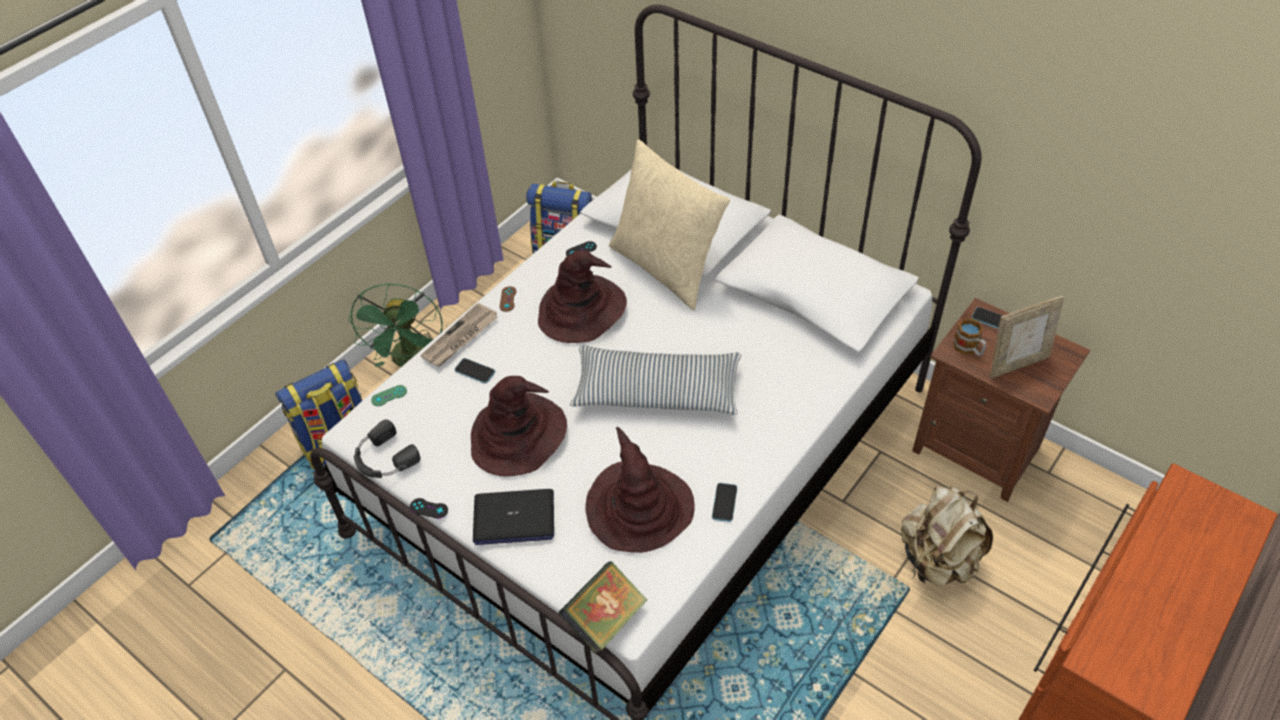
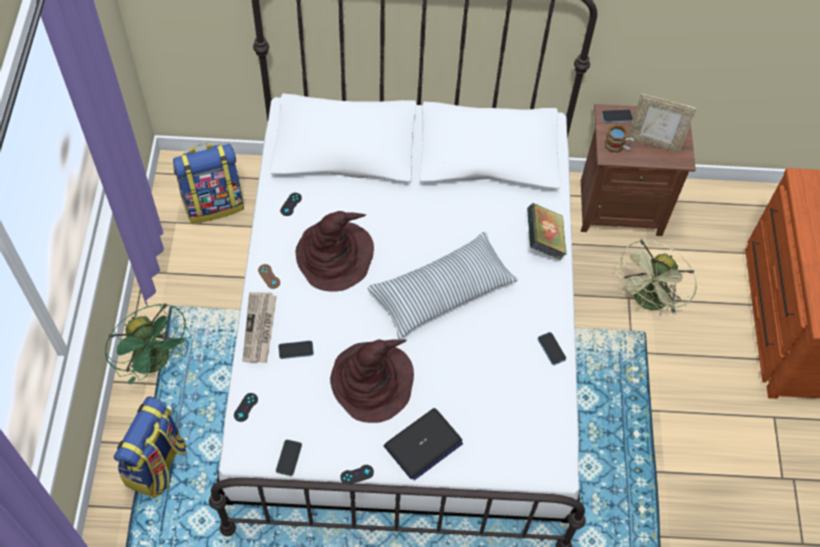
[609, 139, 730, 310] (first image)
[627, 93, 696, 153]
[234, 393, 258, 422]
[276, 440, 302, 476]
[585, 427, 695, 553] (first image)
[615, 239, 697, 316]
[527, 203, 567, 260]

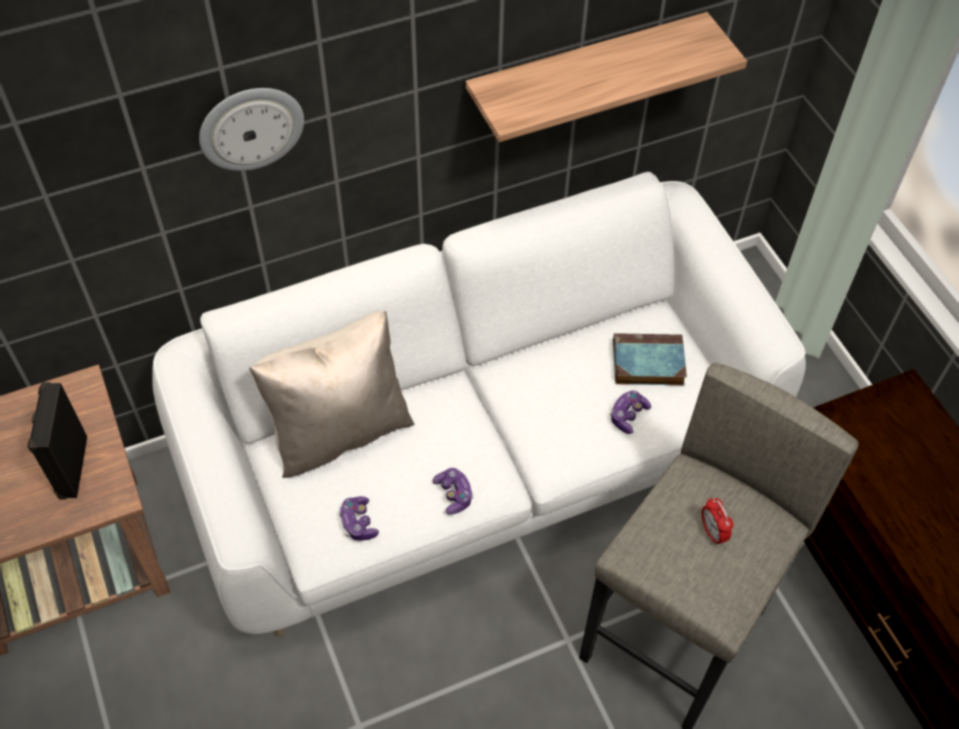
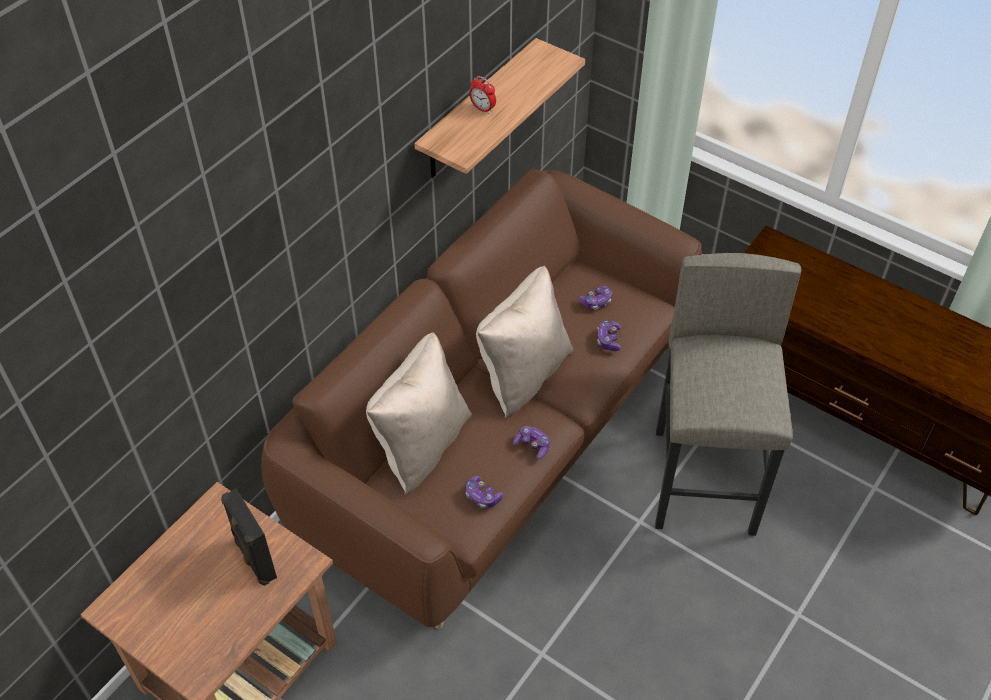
[199, 88, 304, 171] (first image)
[261, 168, 702, 629]
[579, 285, 613, 310]
[469, 76, 496, 114]
[476, 265, 573, 418]

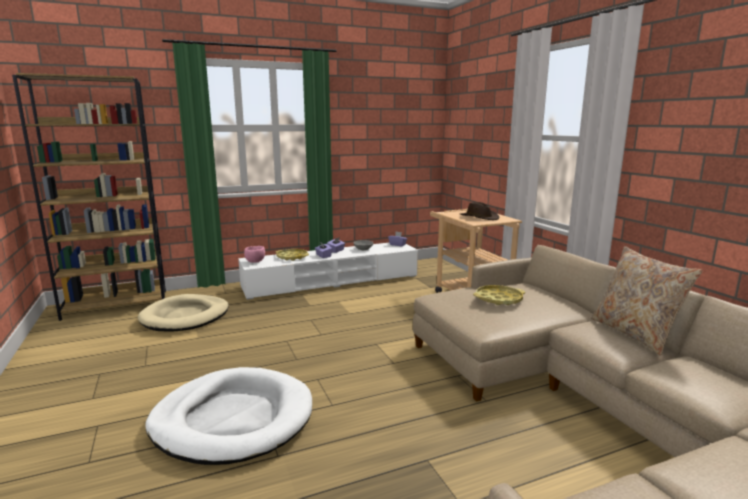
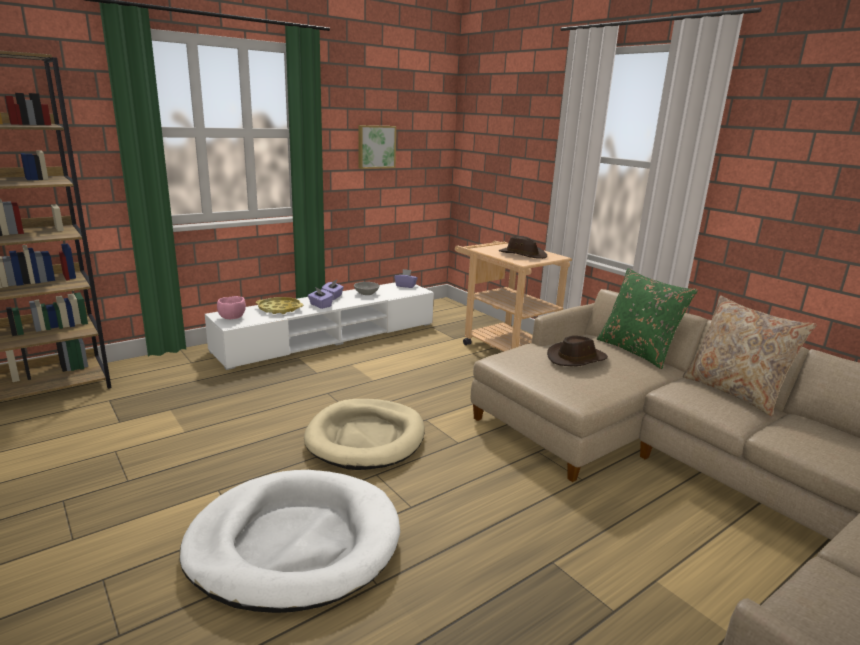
[547, 336, 608, 366]
[304, 399, 425, 470]
[359, 125, 396, 169]
[597, 268, 698, 369]

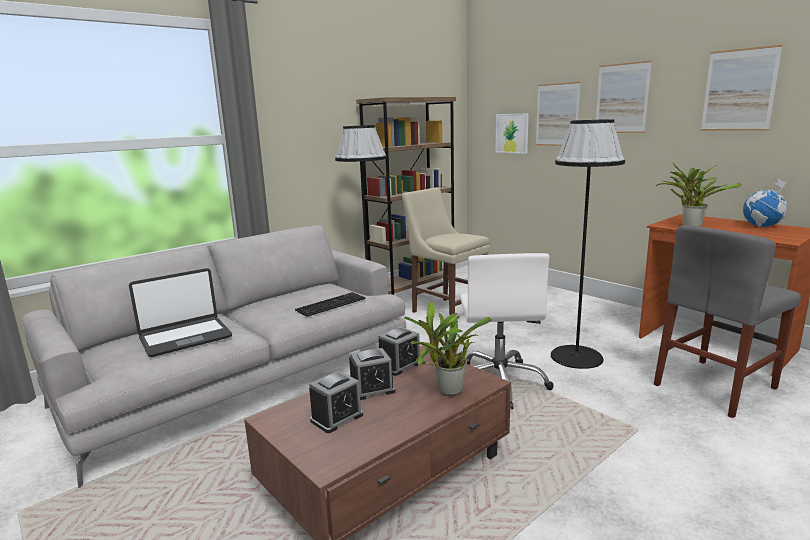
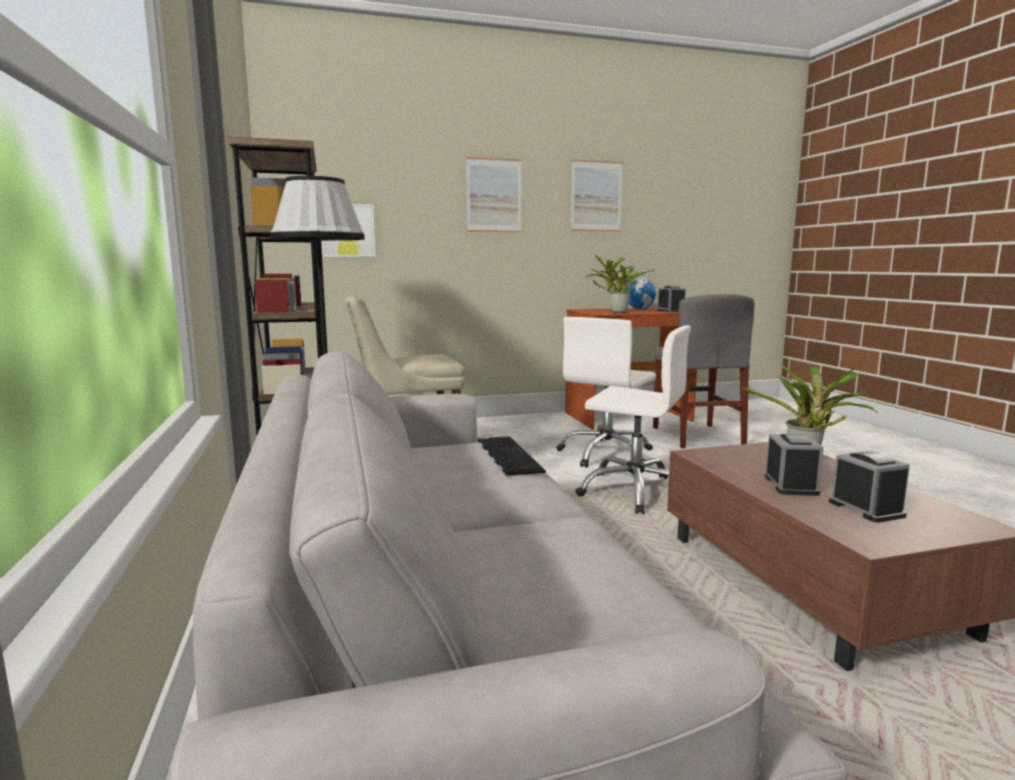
[536, 82, 581, 146] (first image)
[556, 317, 656, 468]
[129, 268, 232, 357] (first image)
[657, 286, 686, 312]

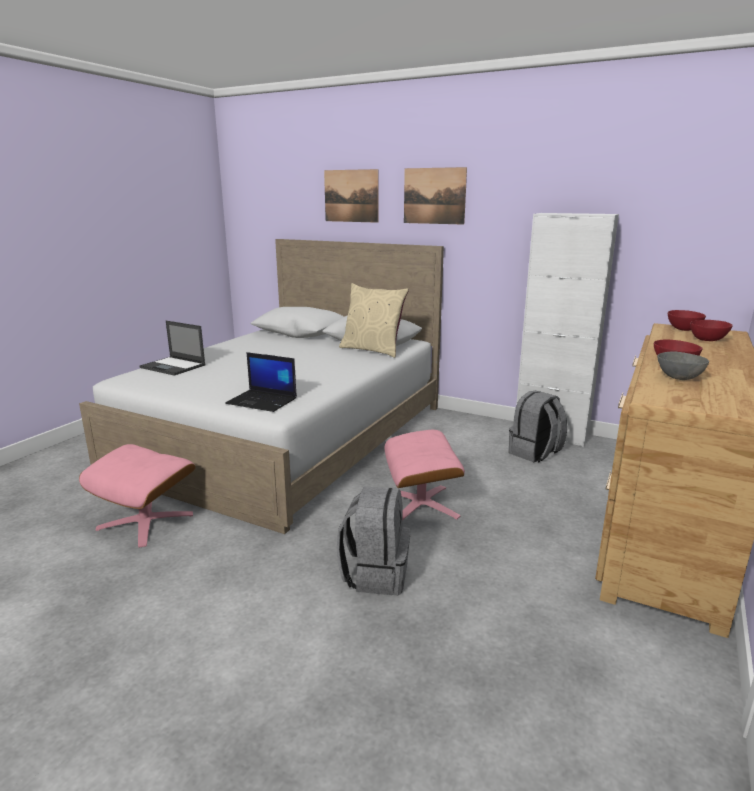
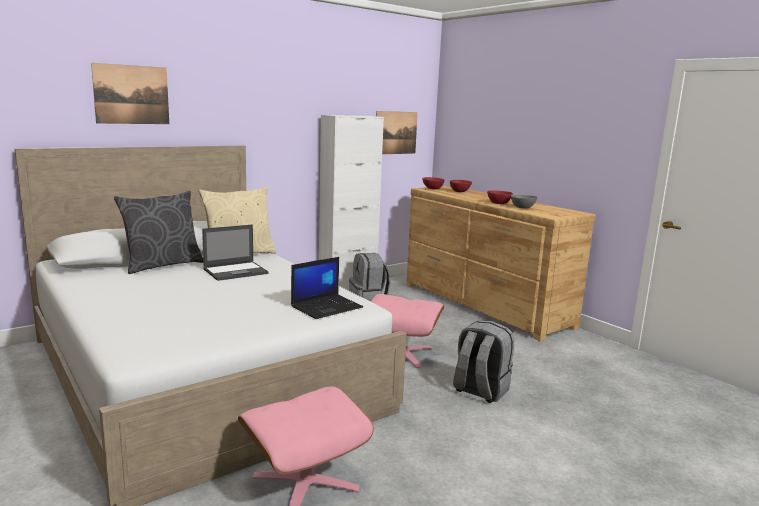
[376, 111, 418, 154]
[202, 224, 269, 281]
[114, 191, 203, 274]

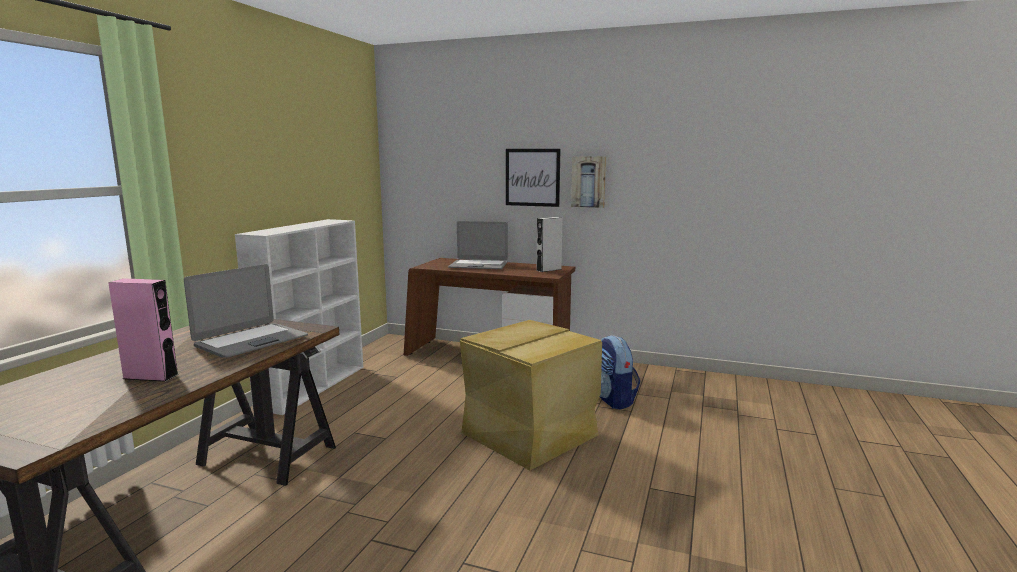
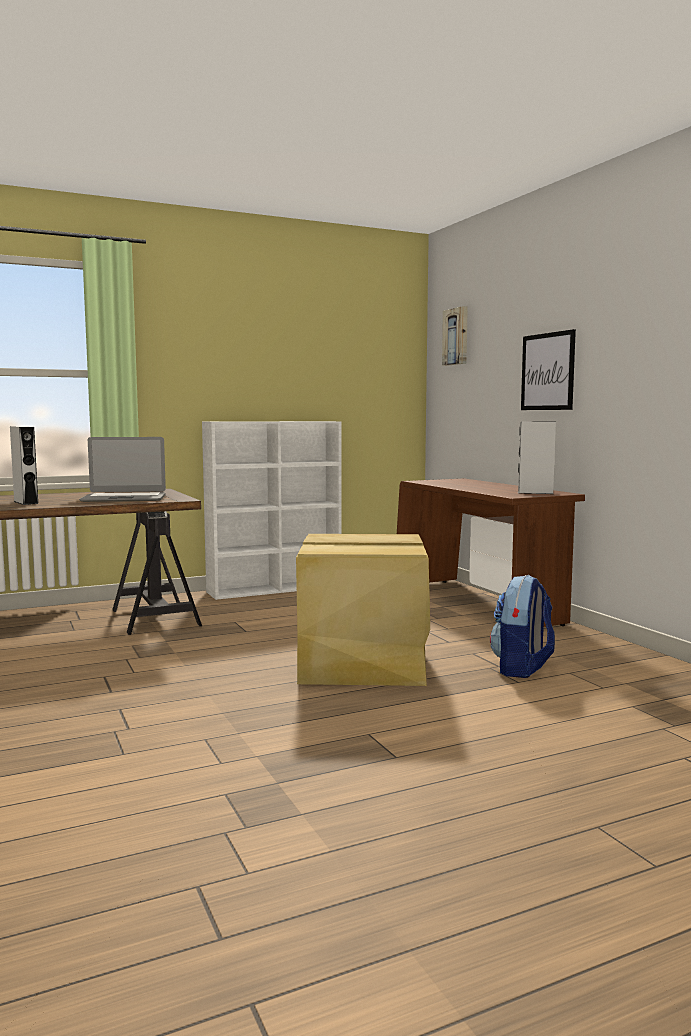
[442, 306, 468, 366]
[448, 221, 508, 269] (first image)
[10, 426, 38, 505]

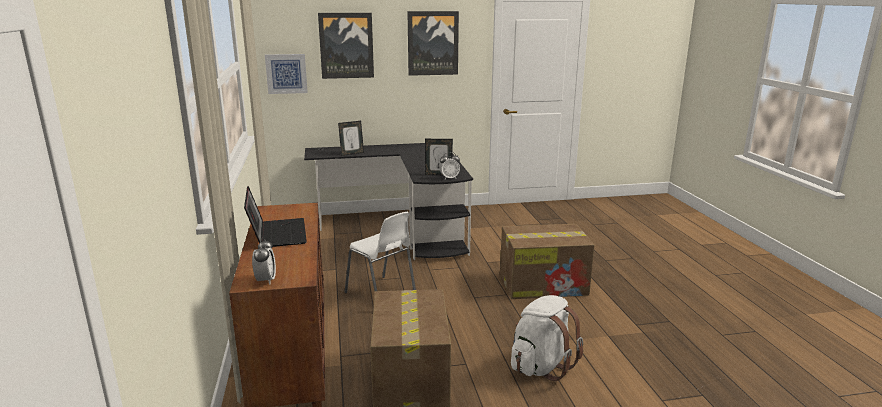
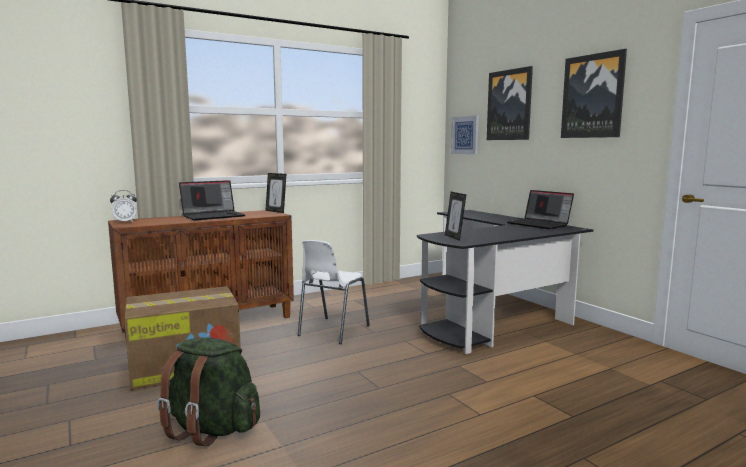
[265, 173, 286, 213]
[439, 152, 460, 179] (first image)
[500, 224, 595, 299] (first image)
[157, 337, 260, 447]
[507, 190, 574, 229]

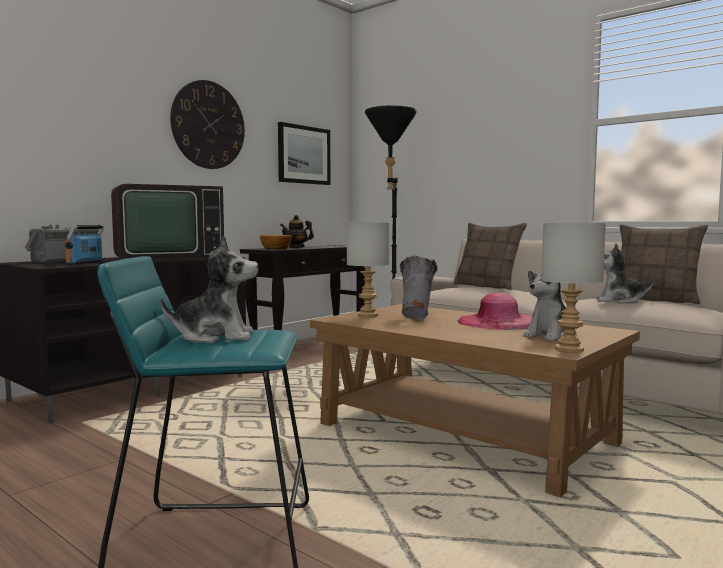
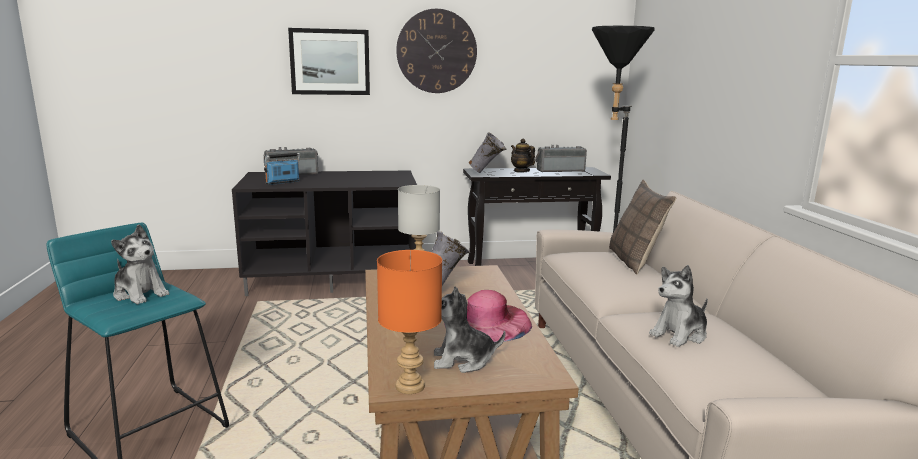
[288, 28, 370, 95]
[111, 184, 224, 260] (first image)
[377, 250, 442, 394]
[620, 224, 708, 304] (first image)
[469, 132, 506, 173]
[649, 265, 708, 347]
[535, 145, 587, 172]

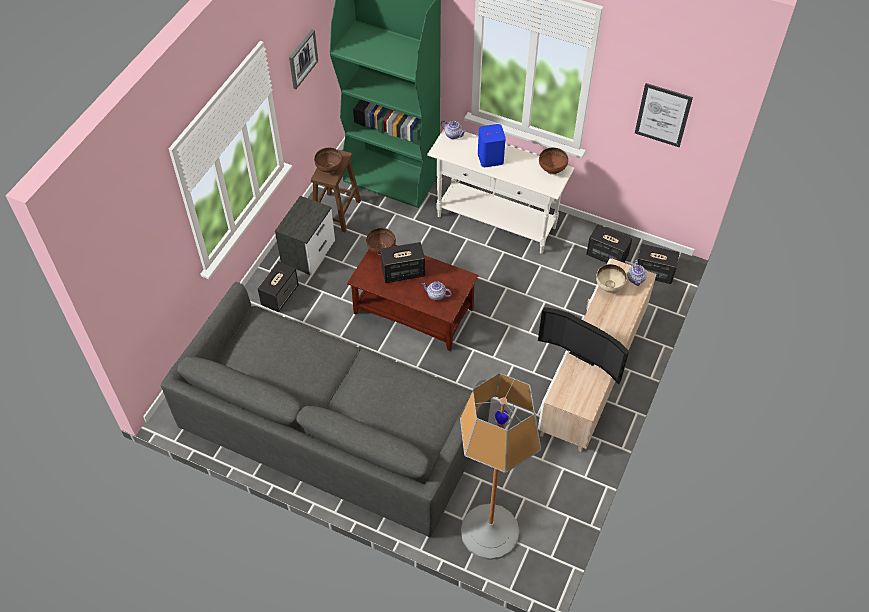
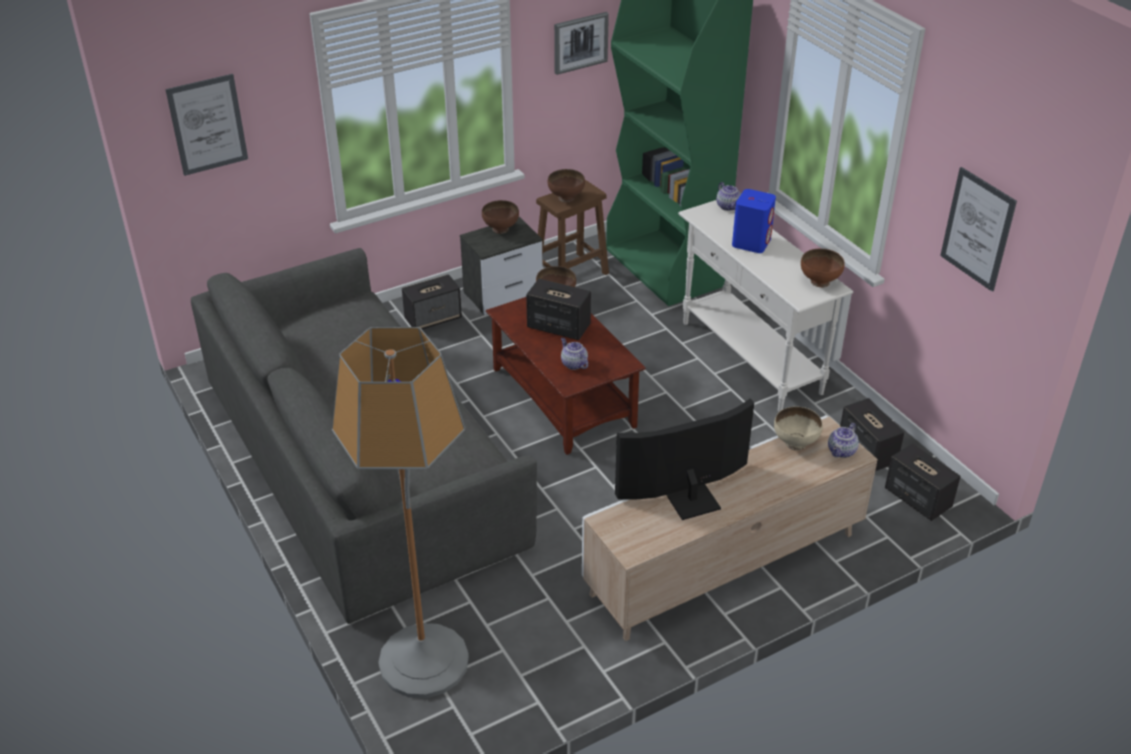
[615, 398, 754, 520]
[165, 74, 248, 176]
[482, 200, 519, 234]

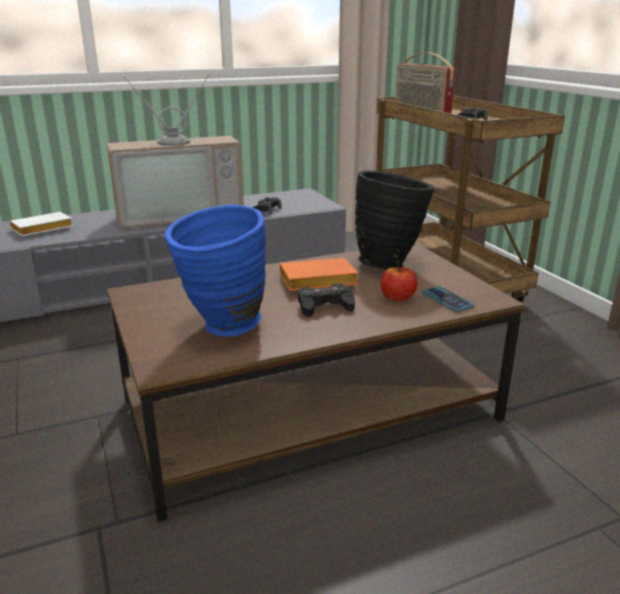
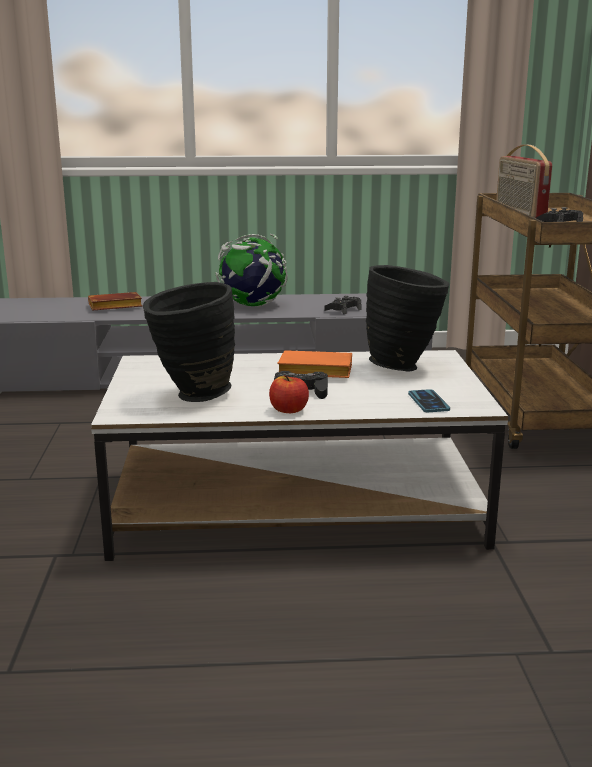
[215, 234, 288, 307]
[143, 282, 235, 402]
[88, 292, 142, 310]
[91, 350, 508, 561]
[269, 375, 309, 413]

